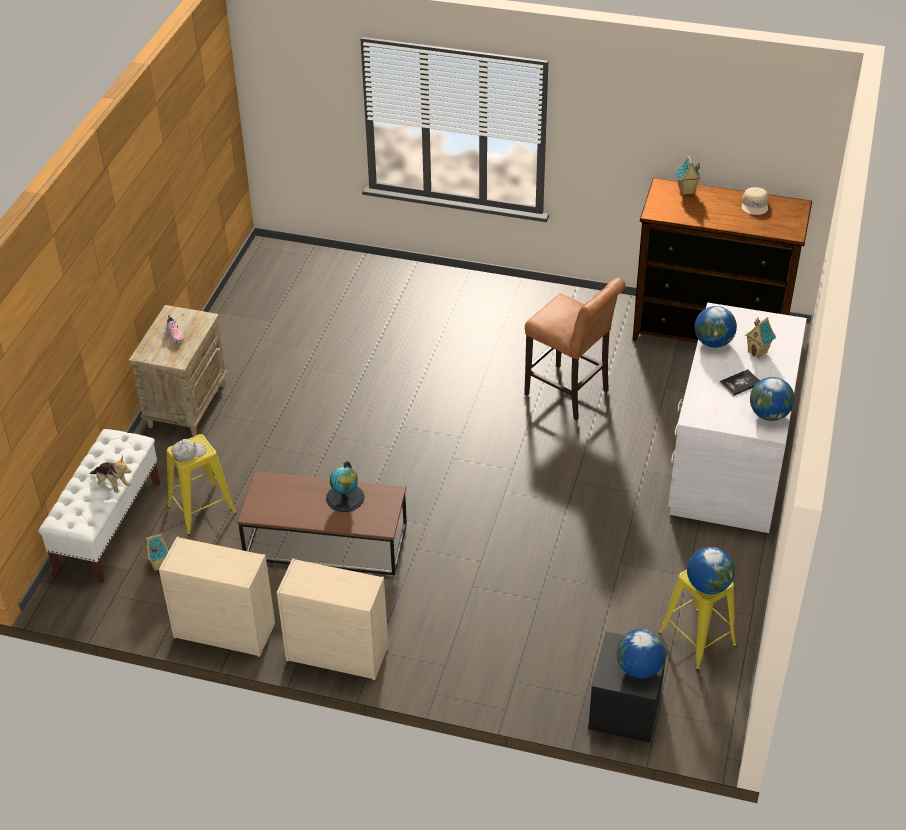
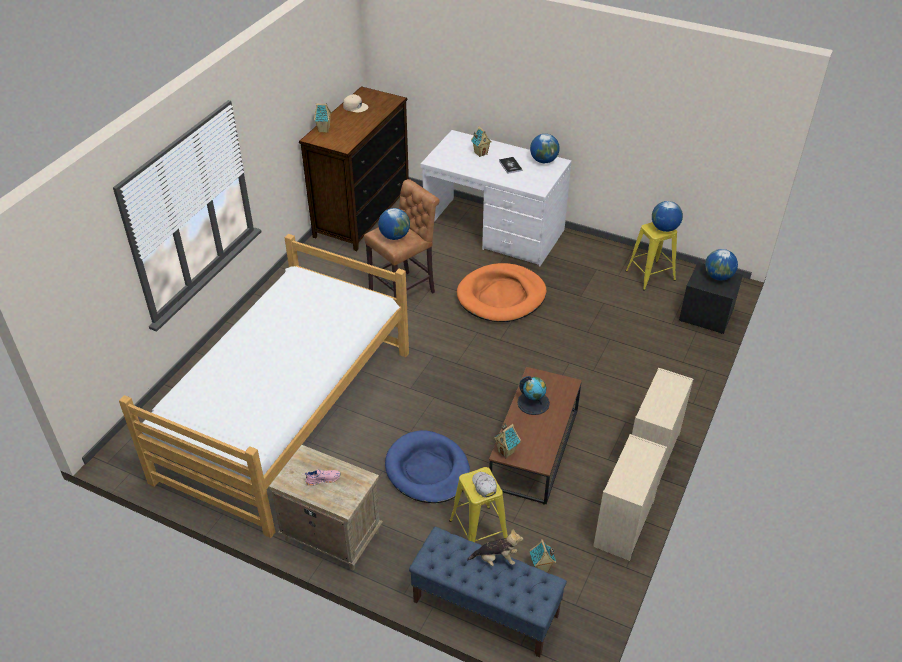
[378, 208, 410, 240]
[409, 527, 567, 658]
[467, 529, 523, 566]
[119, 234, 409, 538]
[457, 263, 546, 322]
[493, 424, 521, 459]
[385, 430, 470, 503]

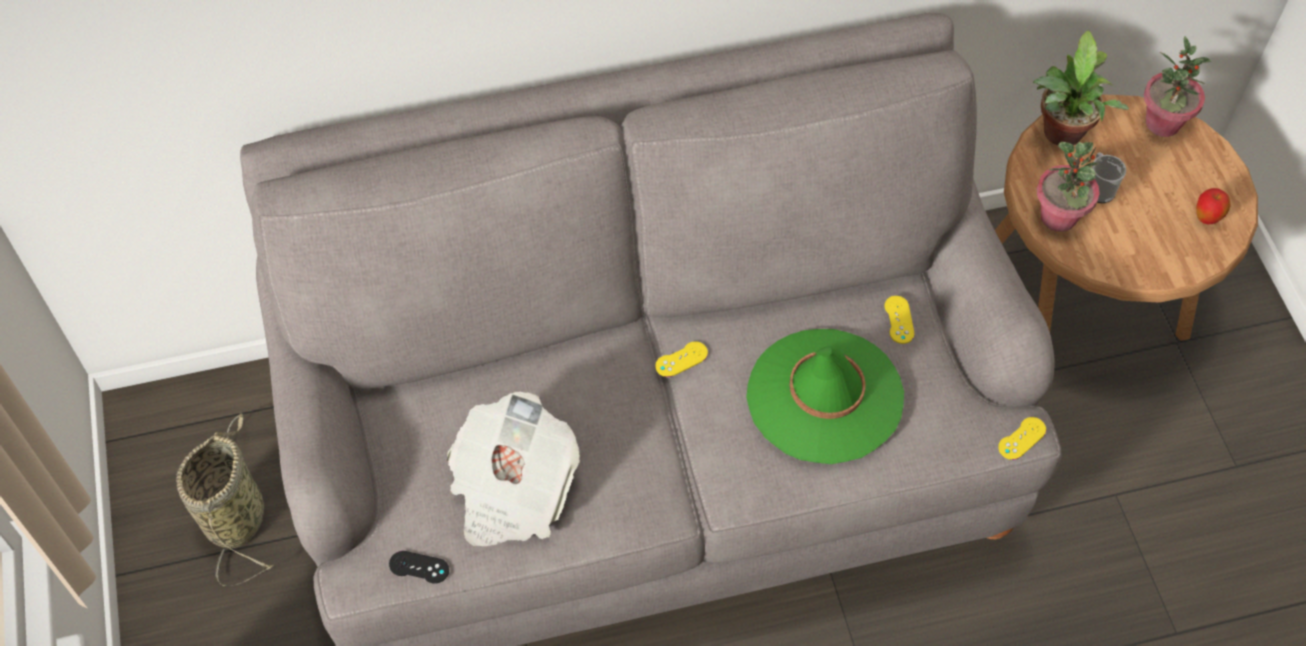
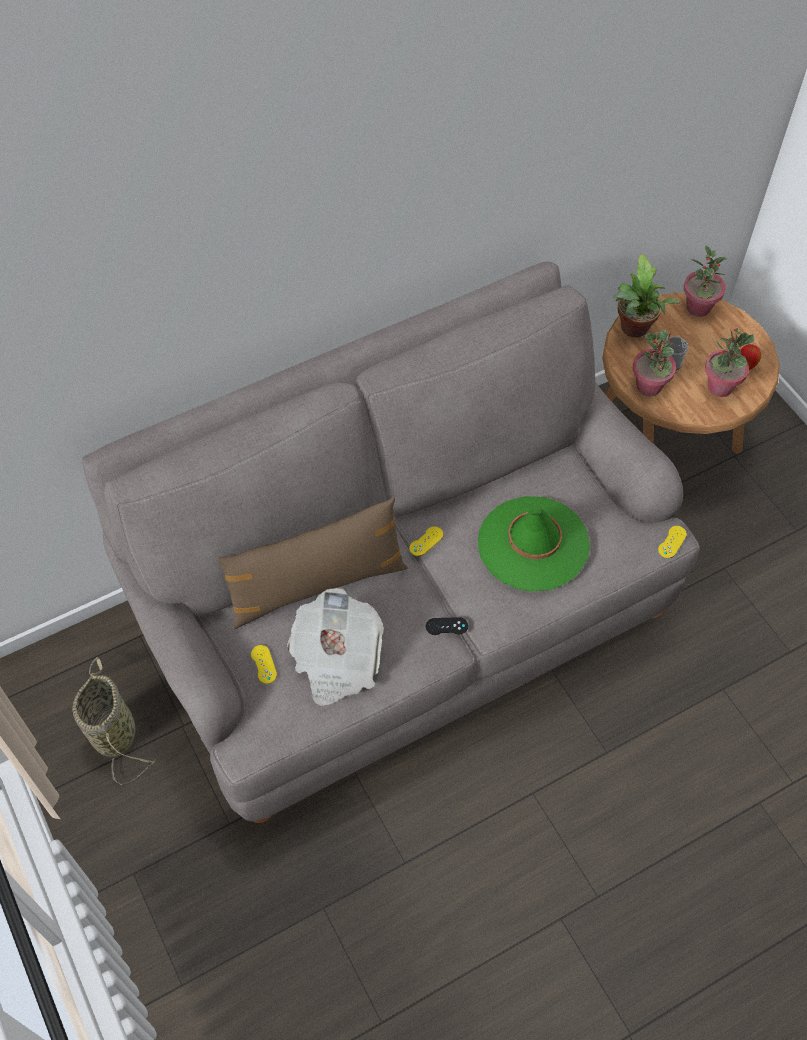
[251, 645, 277, 684]
[426, 617, 468, 635]
[705, 328, 754, 397]
[217, 498, 408, 629]

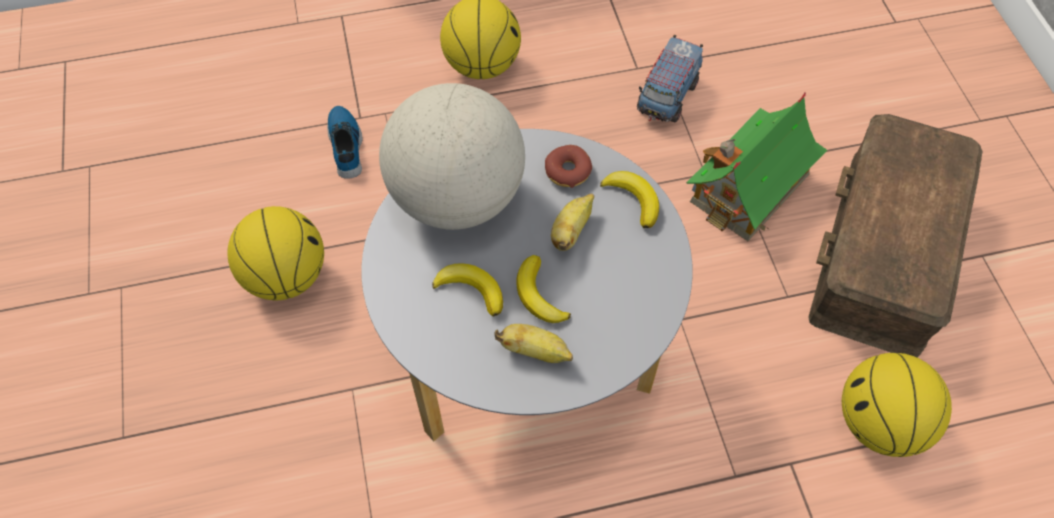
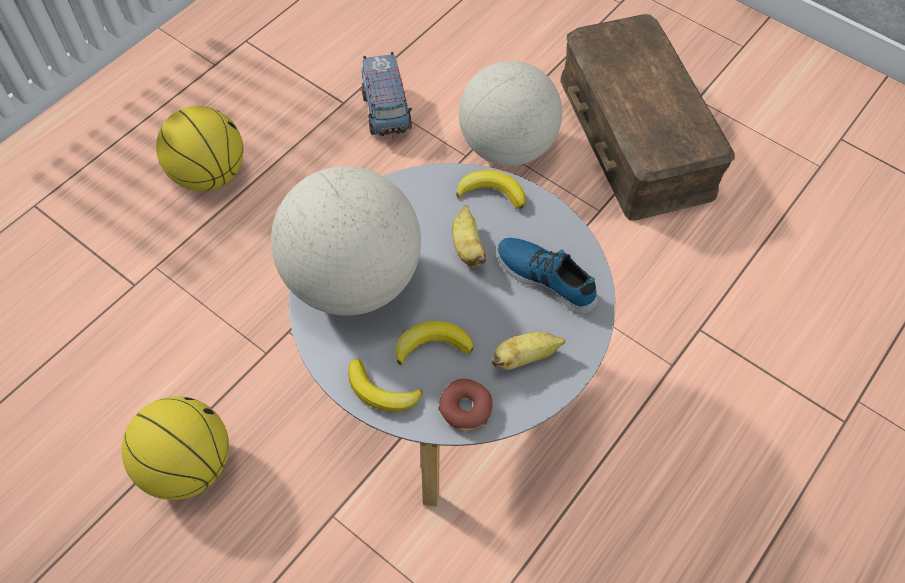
[459, 61, 562, 166]
[497, 238, 598, 315]
[438, 379, 493, 430]
[348, 358, 423, 412]
[842, 353, 952, 457] (first image)

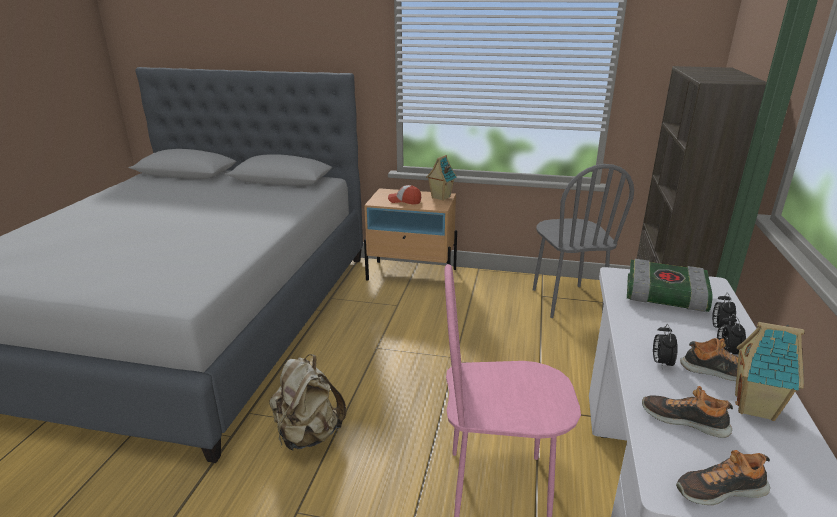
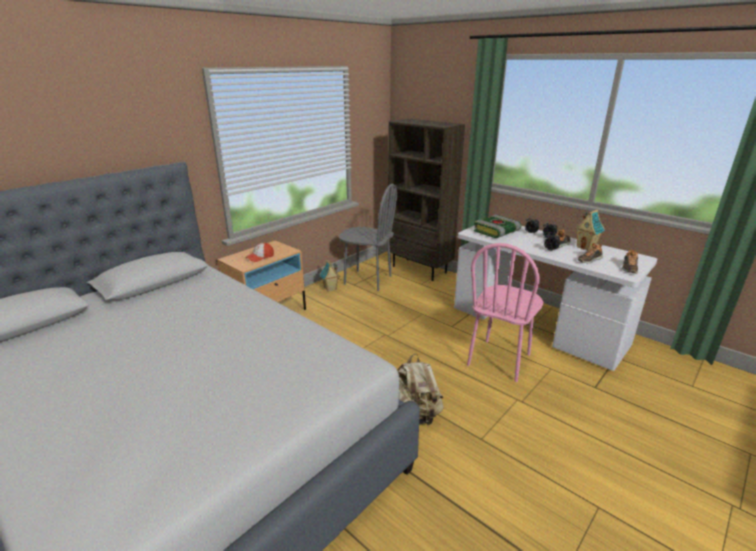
[320, 260, 340, 292]

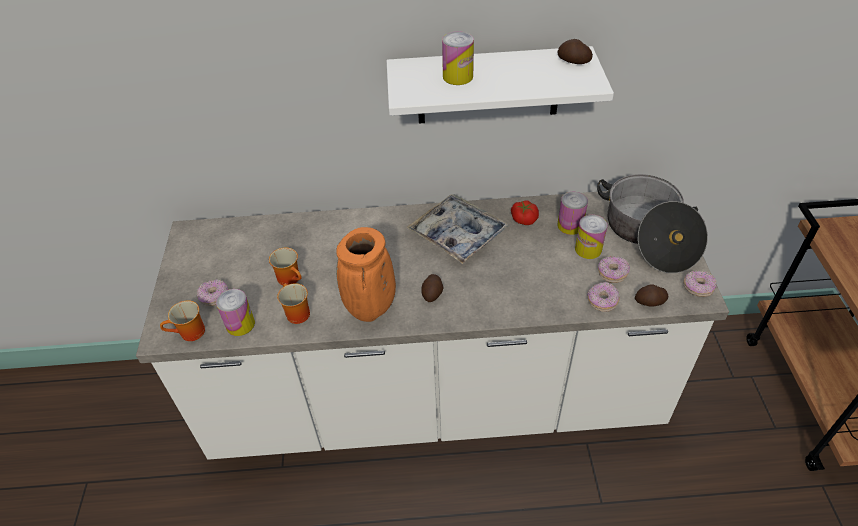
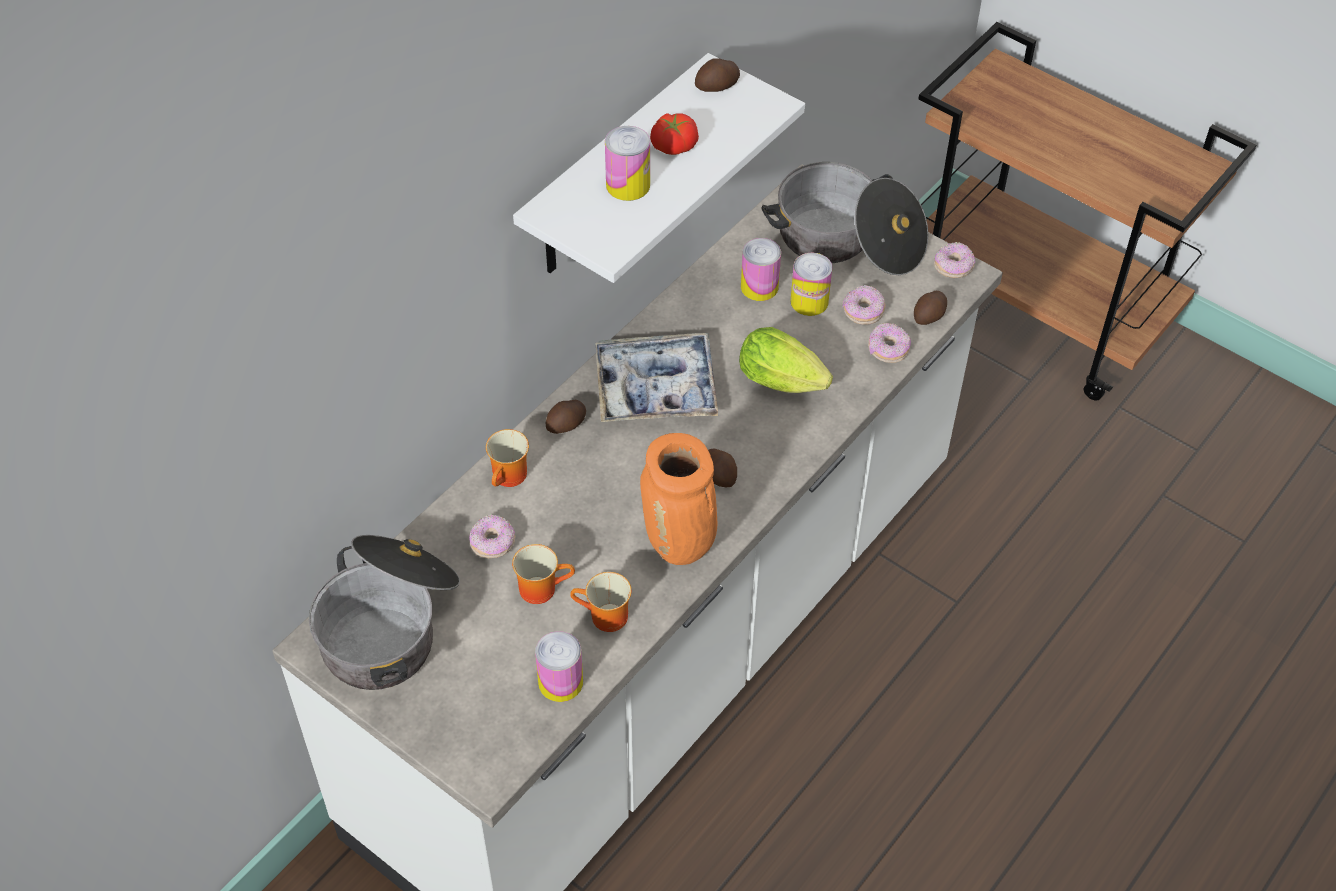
[650, 113, 699, 155]
[469, 514, 515, 558]
[486, 429, 529, 487]
[739, 327, 833, 393]
[545, 400, 586, 434]
[309, 535, 460, 690]

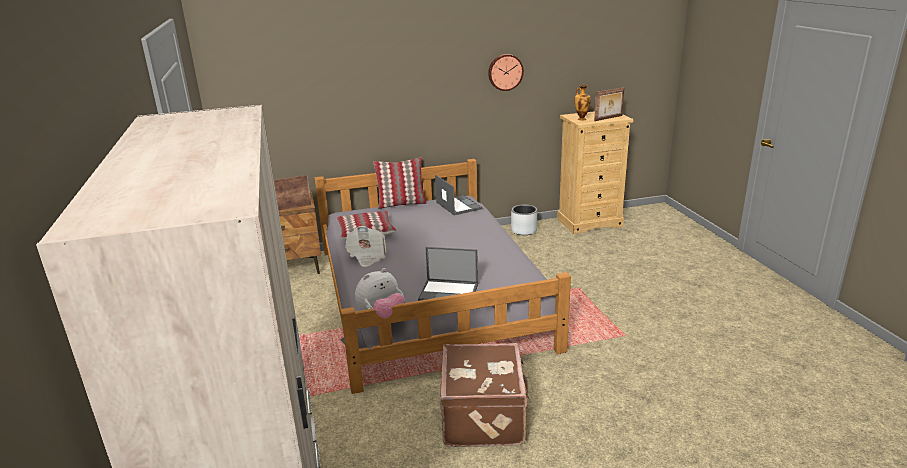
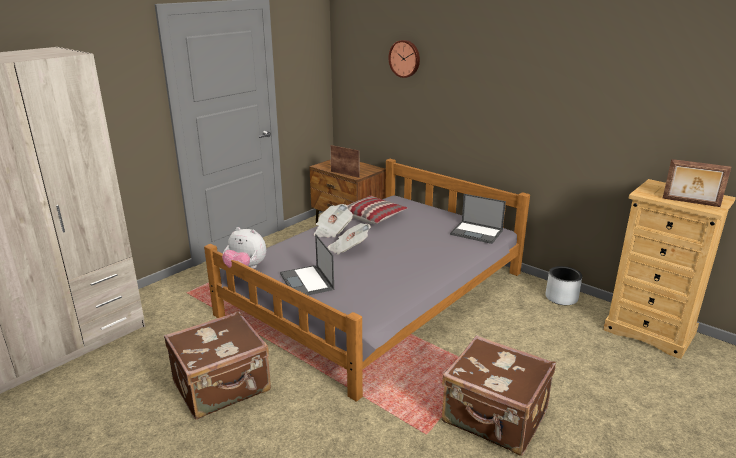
[388, 40, 420, 78]
[575, 85, 591, 120] (first image)
[373, 157, 427, 209] (first image)
[450, 194, 506, 244]
[328, 223, 371, 255]
[442, 335, 556, 456]

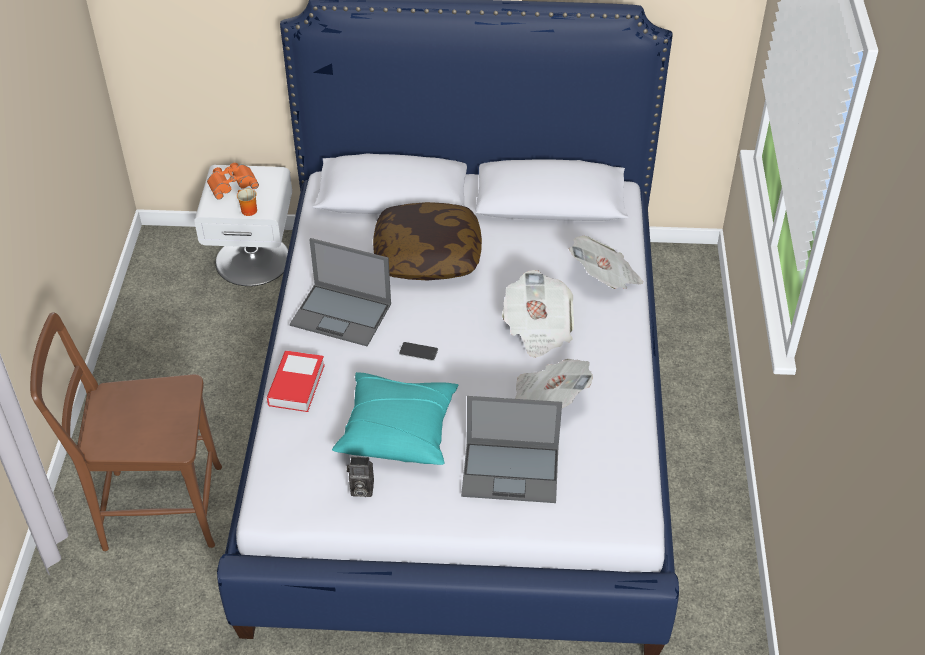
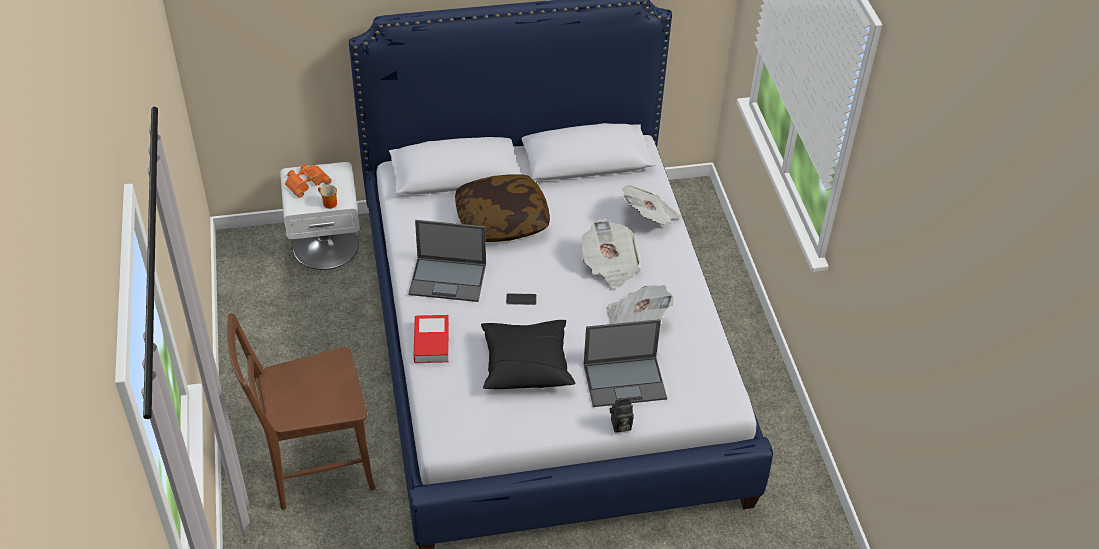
[481, 320, 575, 389]
[609, 398, 634, 432]

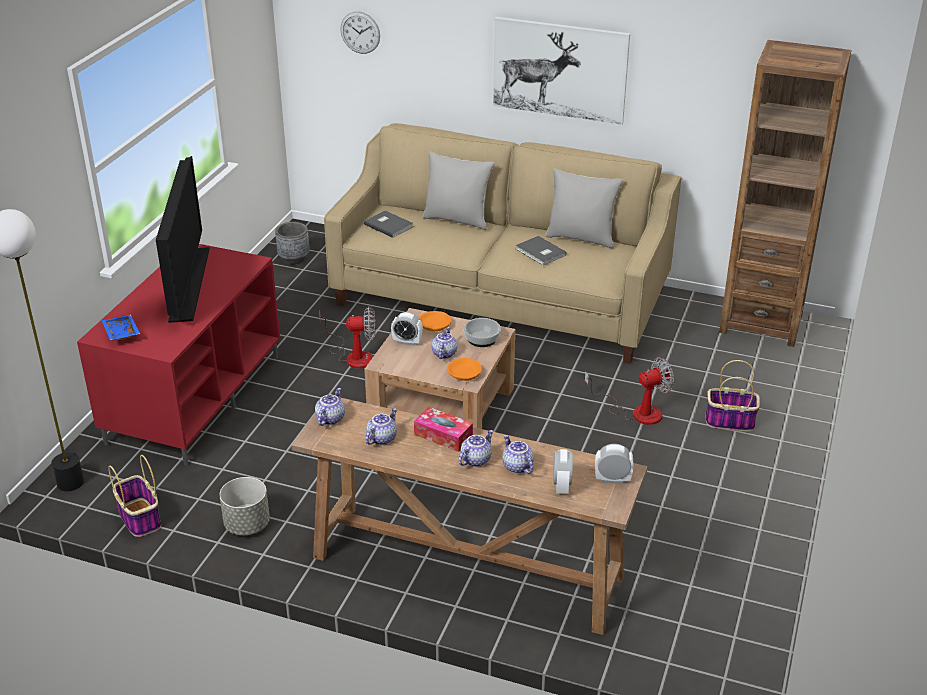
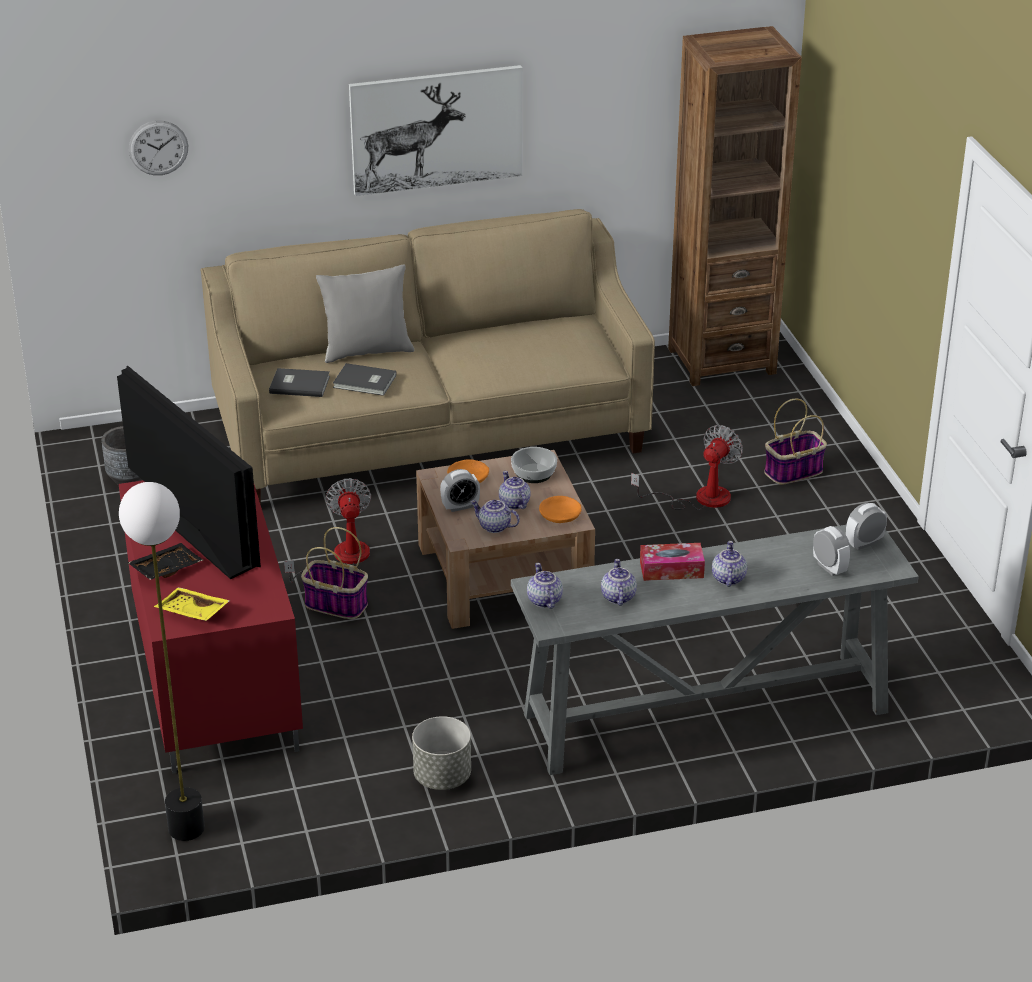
[545, 168, 623, 249] (first image)
[333, 363, 396, 396]
[284, 478, 371, 583]
[154, 587, 230, 621]
[511, 525, 919, 775]
[470, 500, 520, 533]
[301, 527, 368, 619]
[128, 543, 203, 580]

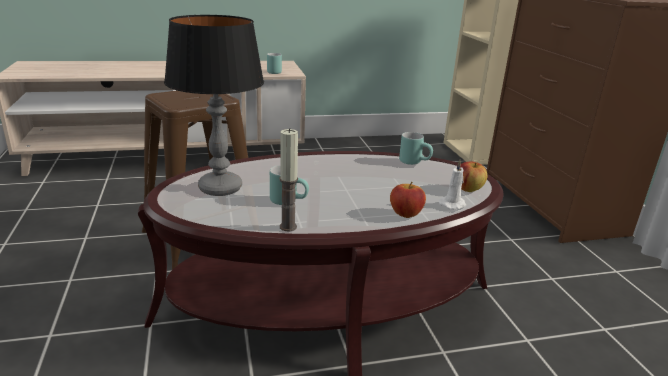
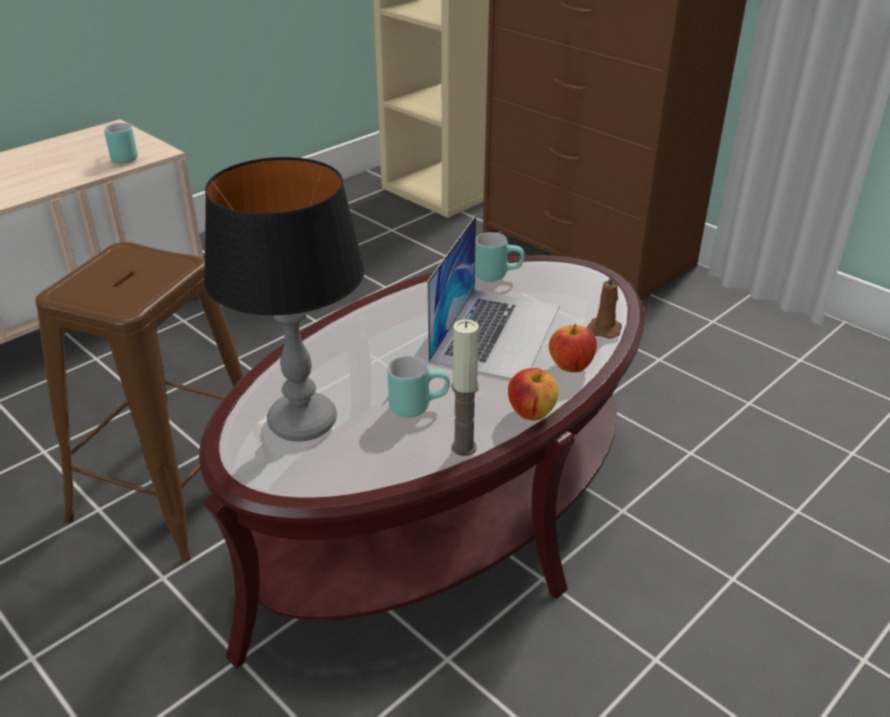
[587, 272, 622, 339]
[508, 368, 559, 420]
[427, 215, 560, 379]

